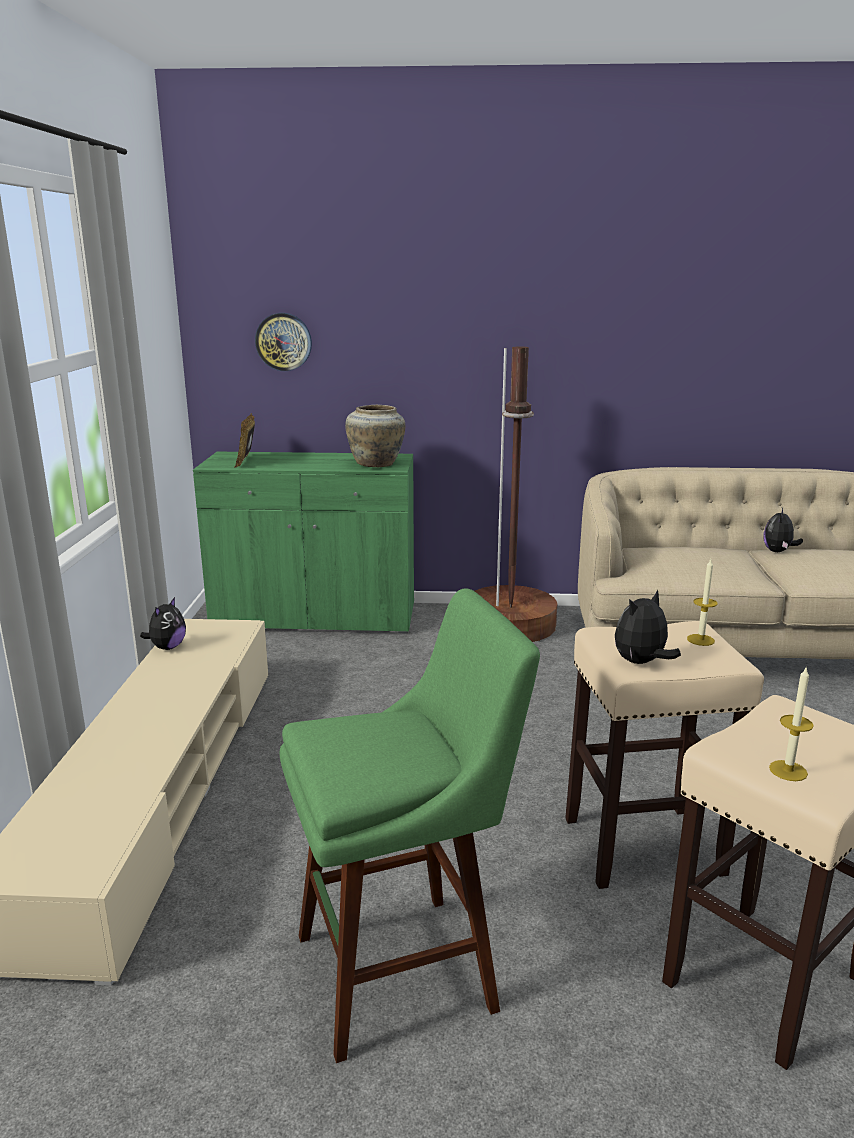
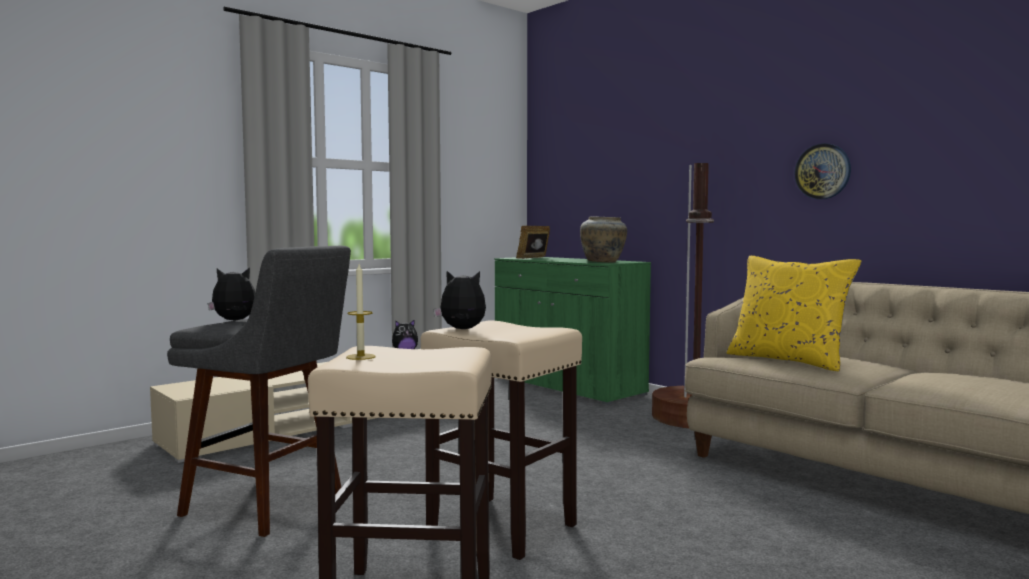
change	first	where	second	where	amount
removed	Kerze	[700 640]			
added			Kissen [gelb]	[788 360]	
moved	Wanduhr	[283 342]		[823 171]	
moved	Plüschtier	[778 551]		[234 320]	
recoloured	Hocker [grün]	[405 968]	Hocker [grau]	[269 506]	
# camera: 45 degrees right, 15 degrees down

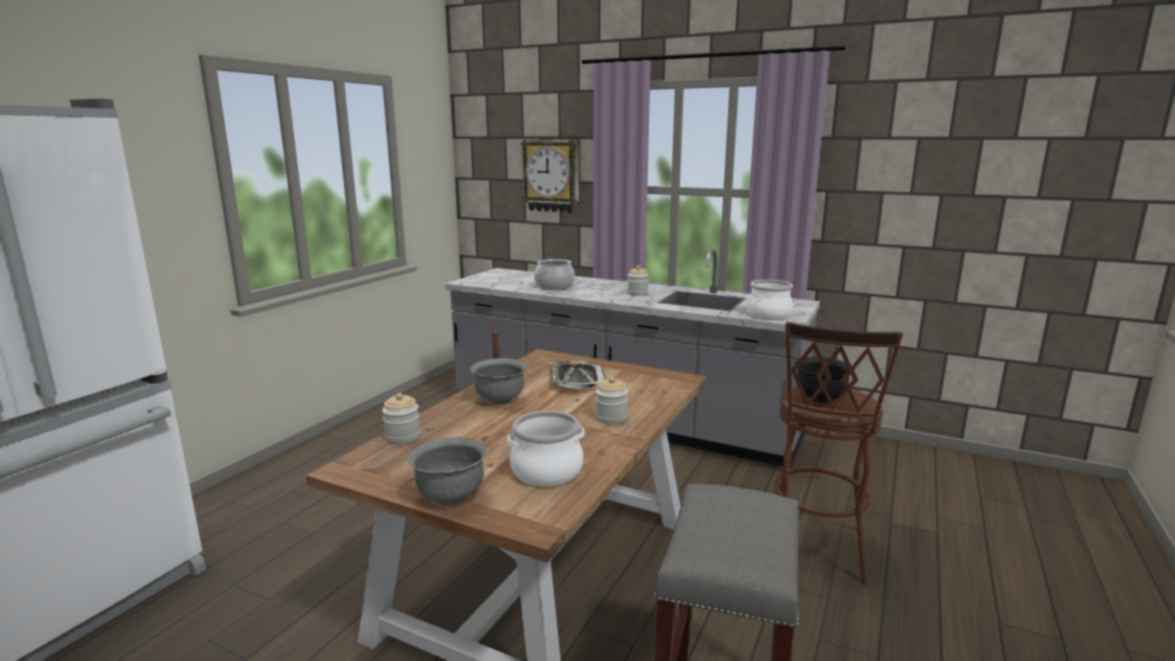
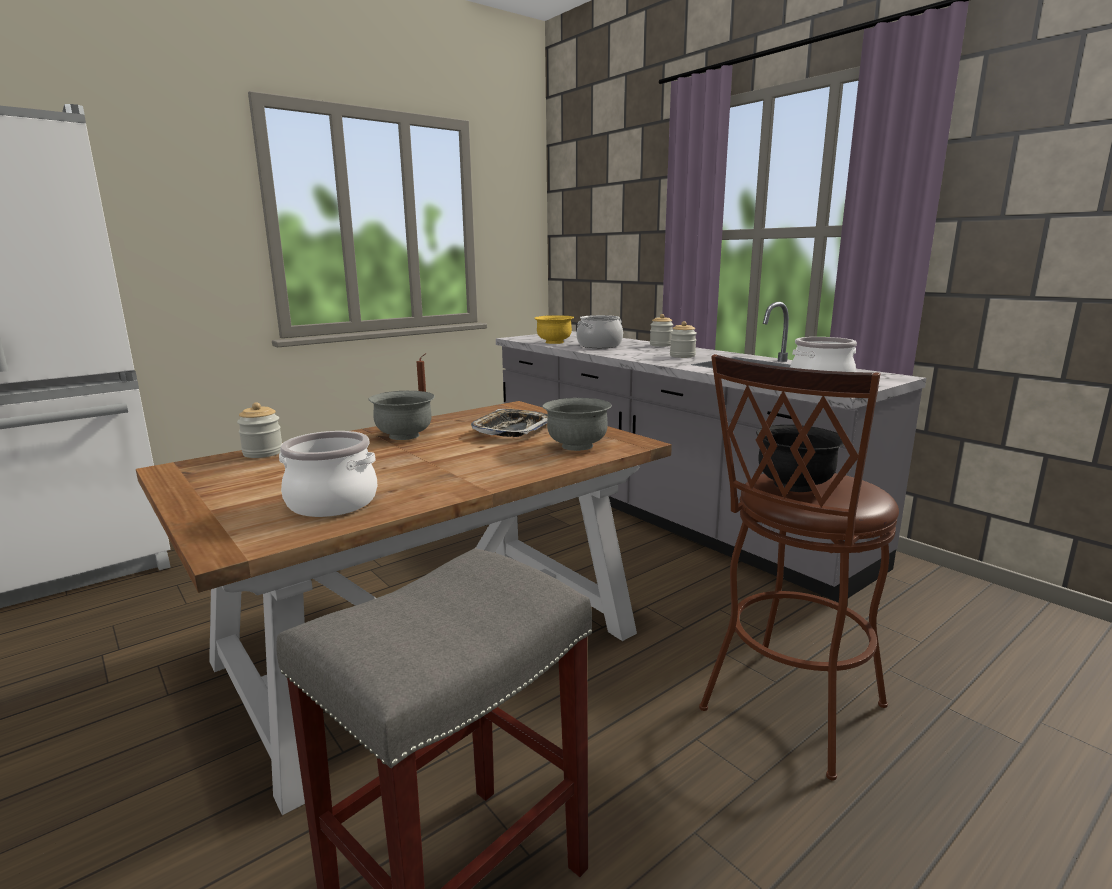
change	first	where	second	where	amount
removed	Wanduhr	[551 176]			
added			Schüssel [gelb]	[554 342]	
moved	Schüssel [grau]	[450 496]		[576 446]	
moved	Vorratsglas	[611 418]		[661 345]	
# camera: 25 degrees right, 0 degrees up

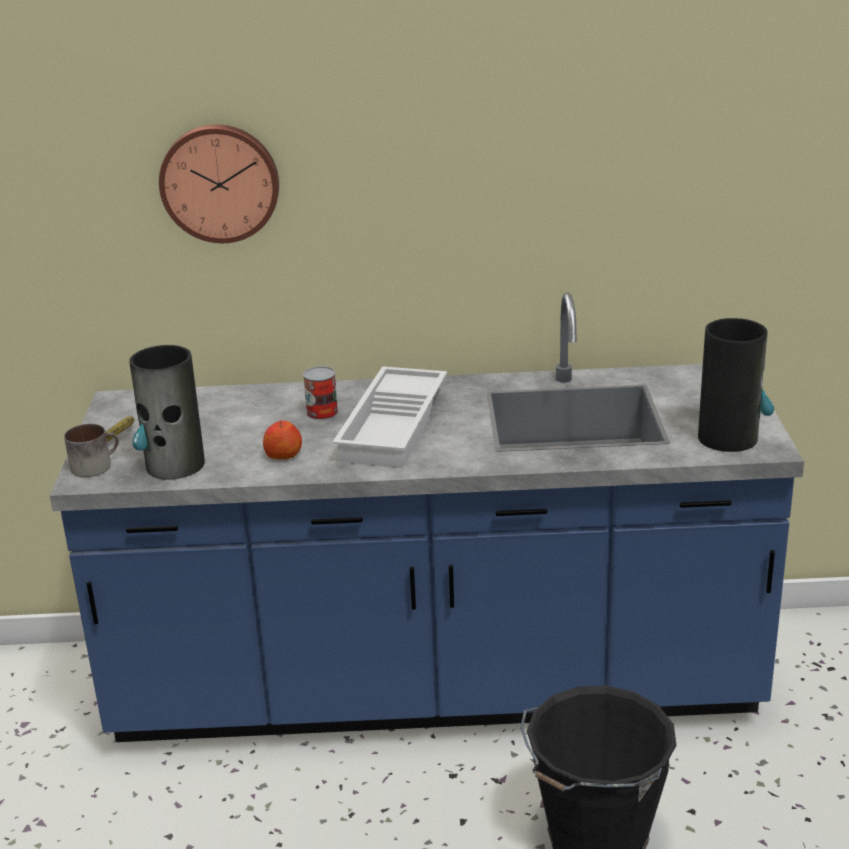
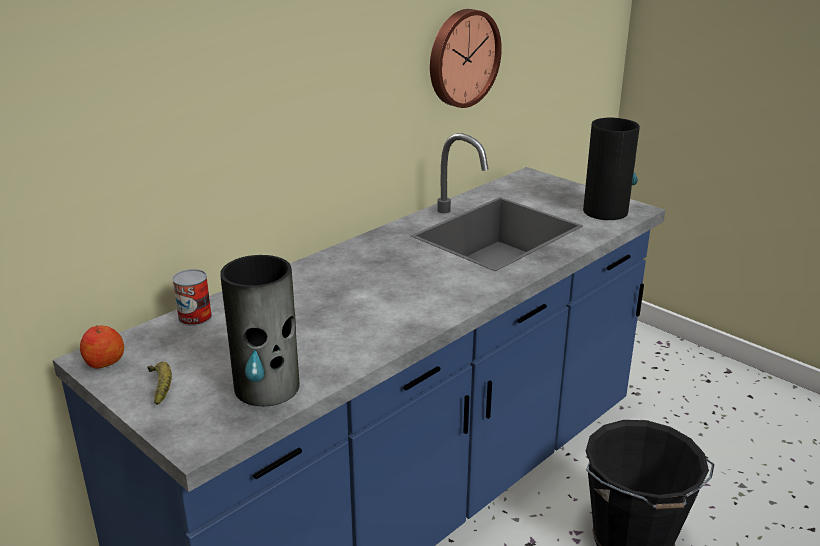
change	first	where	second	where	amount
removed	Henkelbecher	[95 465]			
removed	Tablett [weiß]	[395 426]			
moved	Wanduhr	[220 182]		[462 58]	
moved	Apfel	[283 455]		[104 361]	
moved	Dose	[322 413]		[195 317]	
# camera: 45 degrees left, 0 degrees up

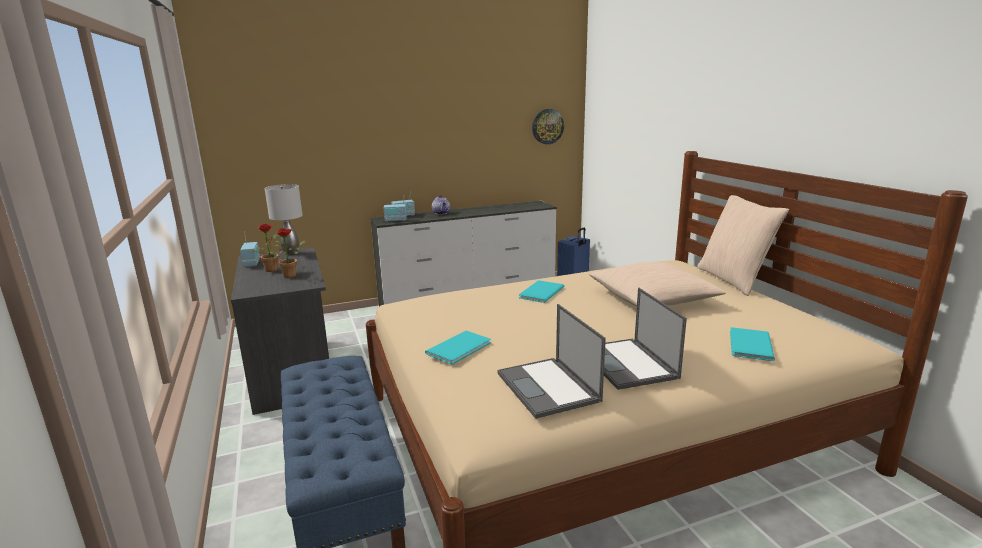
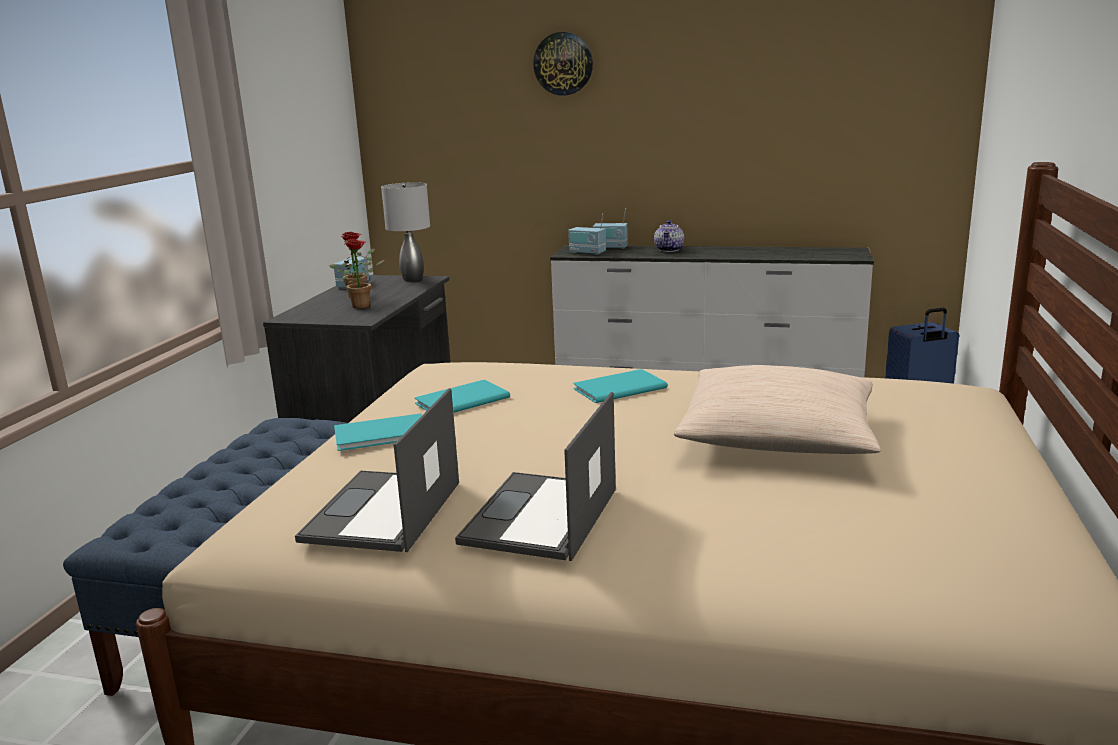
change	first	where	second	where	amount
removed	Kissen [beige]	[733 280]			
moved	Wanduhr	[547 126]		[563 64]	
moved	Buch [türkis]	[749 345]		[459 400]	
# camera: 35 degrees right, 0 degrees up

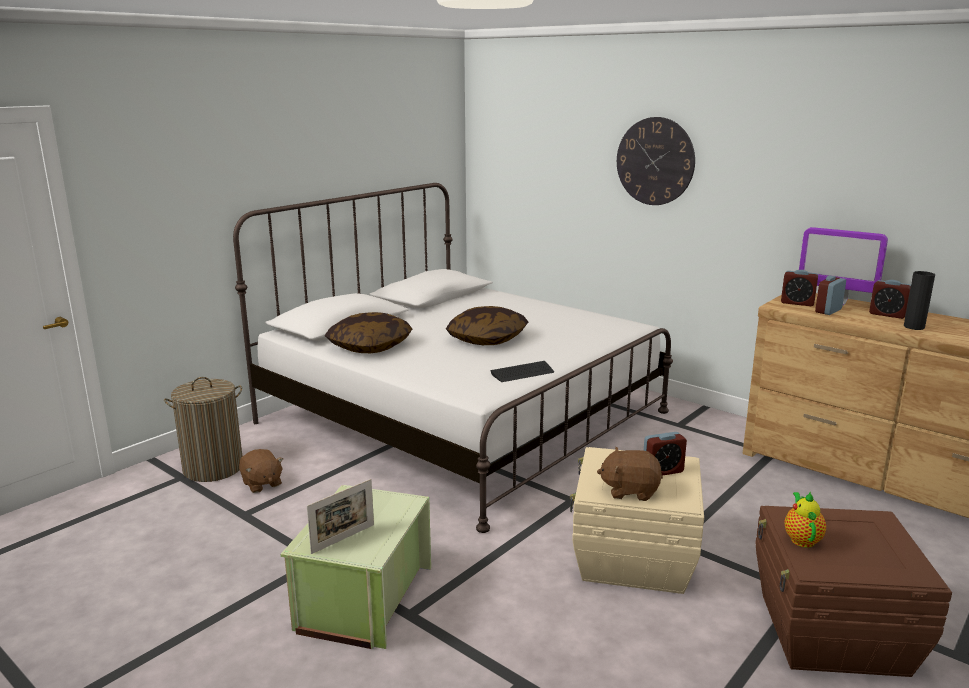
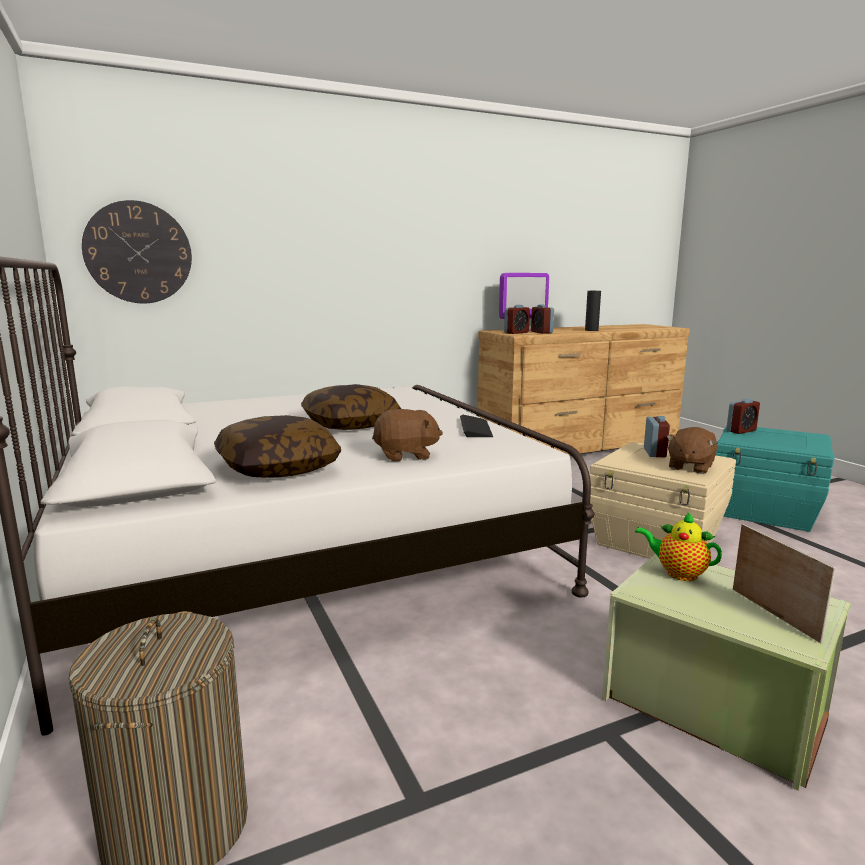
change	first	where	second	where	amount
moved	Plüschtier [braun]	[261 484]		[406 455]	
moved	Wanduhr	[655 161]		[138 252]	
moved	Teekanne	[801 539]		[678 573]	
moved	Wecker	[887 314]		[741 431]	
recoloured	Aufbewahrungsbox [braun]	[831 634]	Aufbewahrungsbox [türkis]	[765 510]	
# camera: 65 degrees left, 5 degrees down

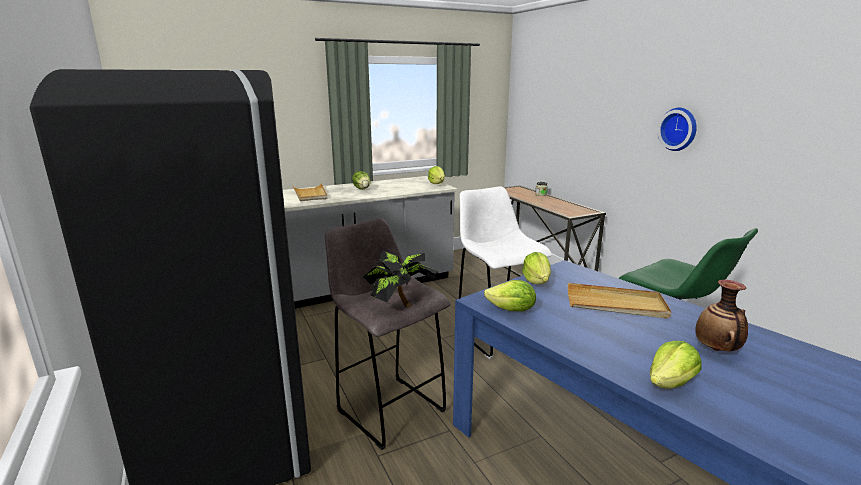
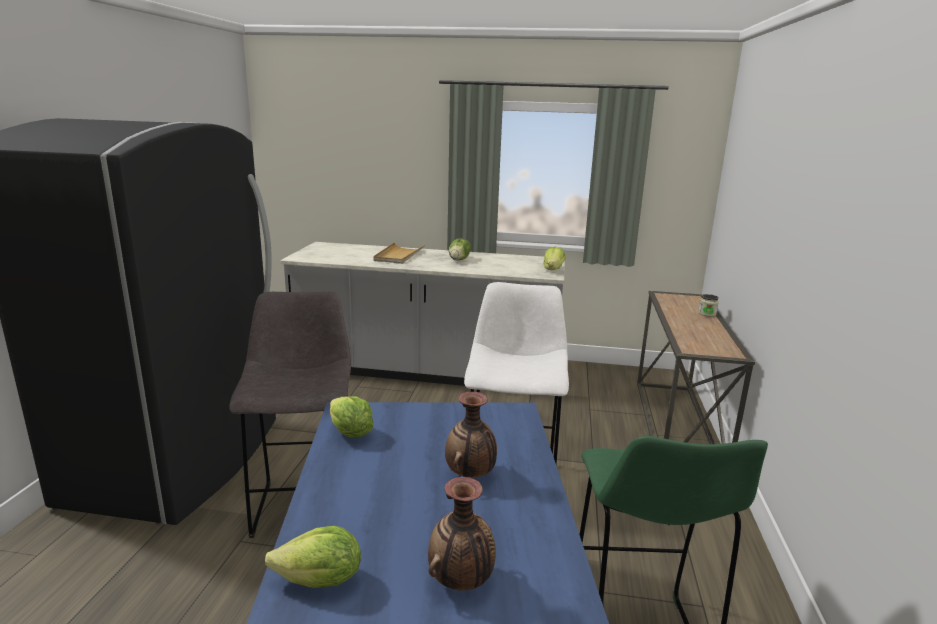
change	first	where	second	where	amount
removed	Topfpflanze	[399 306]			
removed	Salatkopf	[536 281]			
removed	Wanduhr	[679 129]			
replaced	Tablett [beige]	[616 304]	Vase	[471 474]	
# camera: 35 degrees right, 0 degrees up

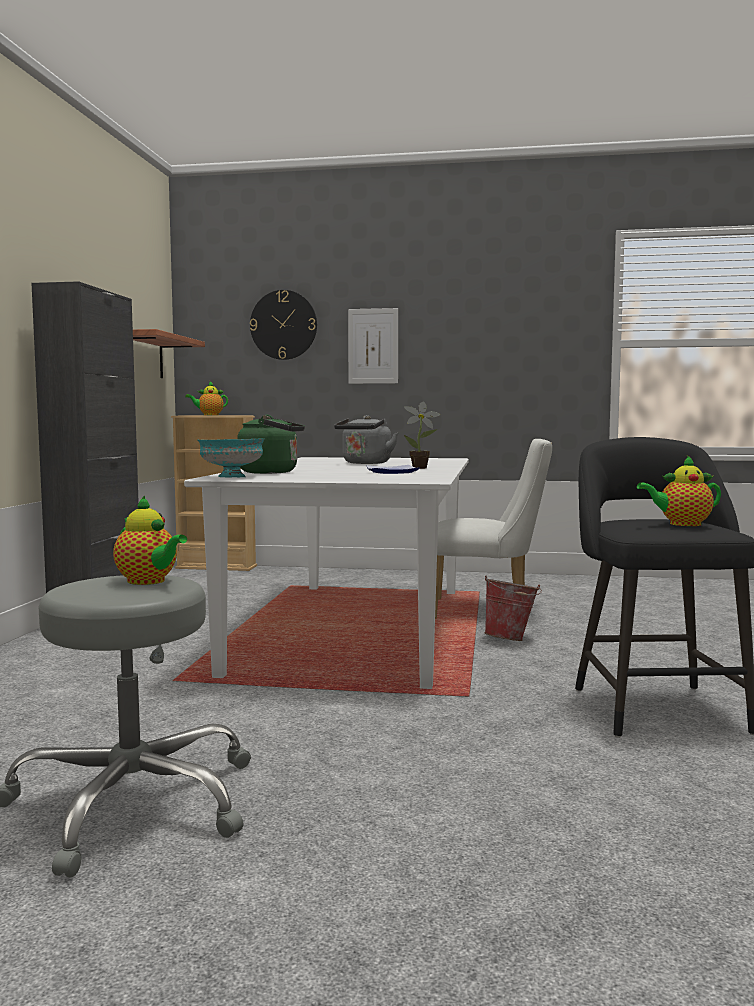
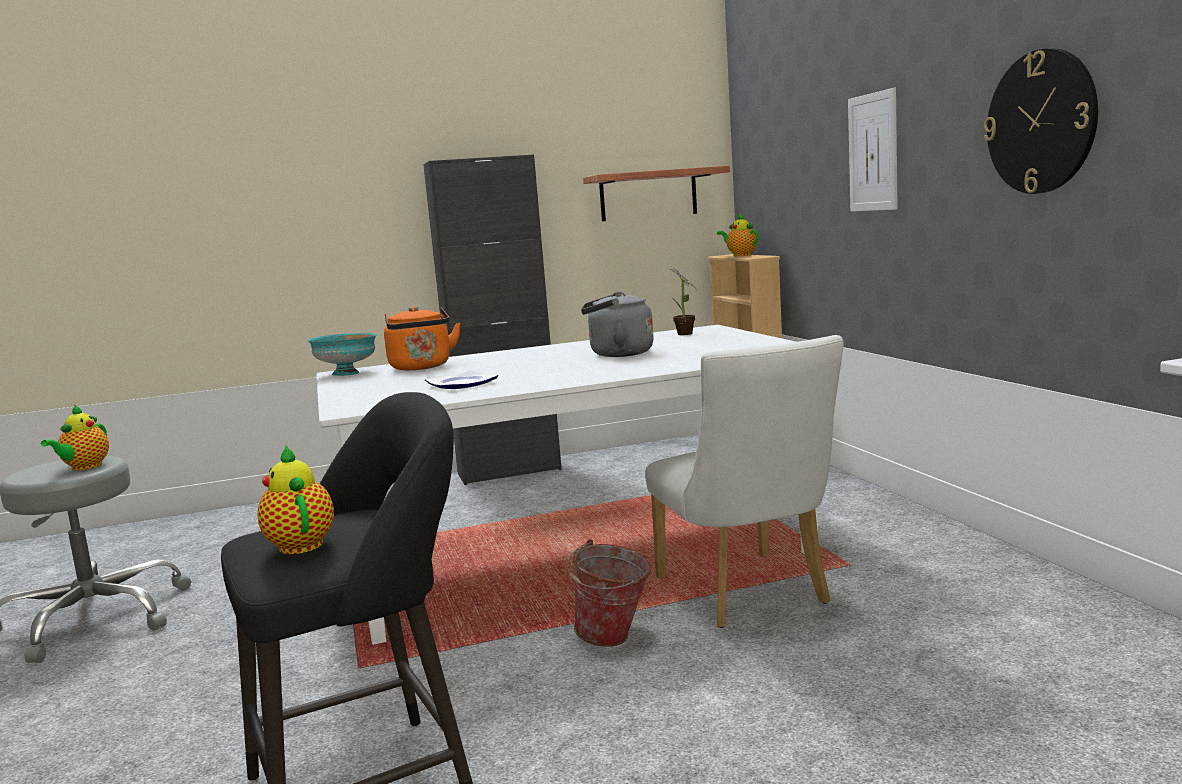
change	first	where	second	where	amount
moved	Wanduhr	[283 325]		[1041 122]	
moved	Topfpflanze	[422 468]		[685 334]	
recoloured	Wasserkessel [grün]	[272 472]	Wasserkessel [orange]	[421 367]	
# camera: 65 degrees right, 5 degrees up

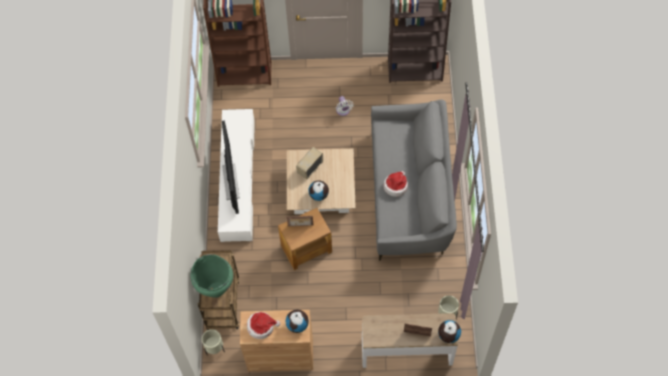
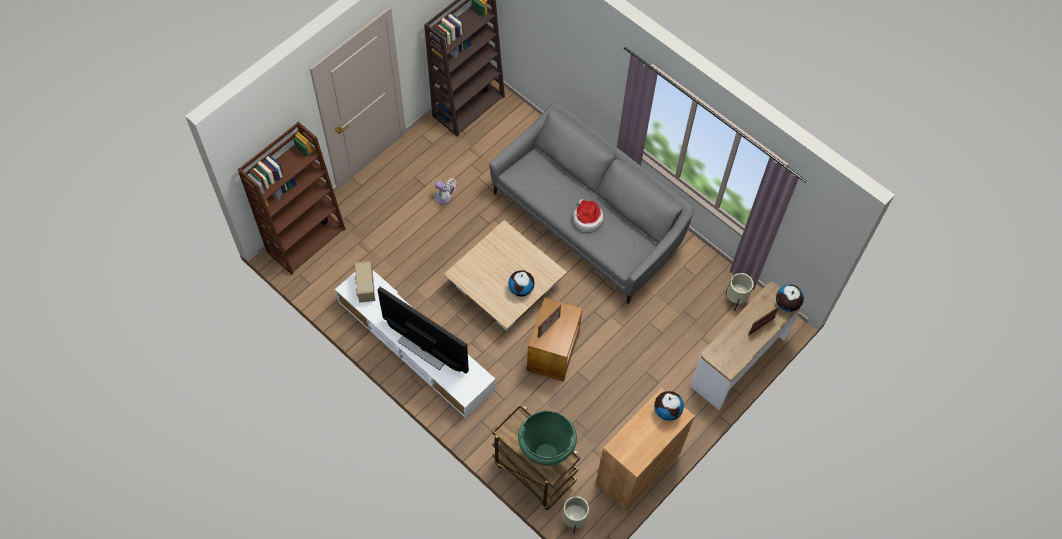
change	first	where	second	where	amount
removed	Hut	[261 326]			
moved	Radio	[310 168]		[365 287]	
# camera: 50 degrees left, 0 degrees up

